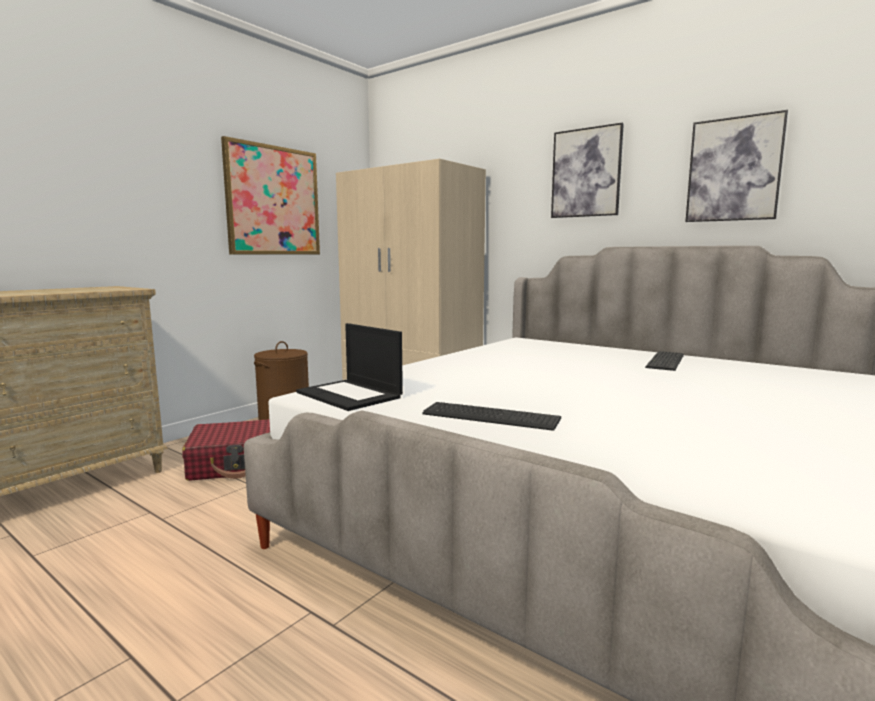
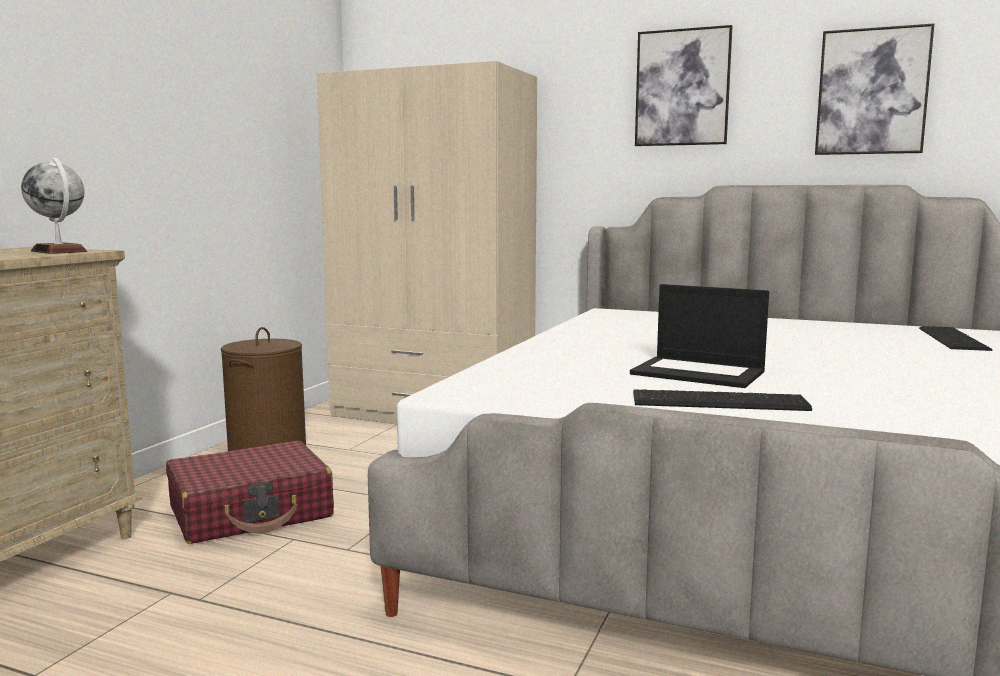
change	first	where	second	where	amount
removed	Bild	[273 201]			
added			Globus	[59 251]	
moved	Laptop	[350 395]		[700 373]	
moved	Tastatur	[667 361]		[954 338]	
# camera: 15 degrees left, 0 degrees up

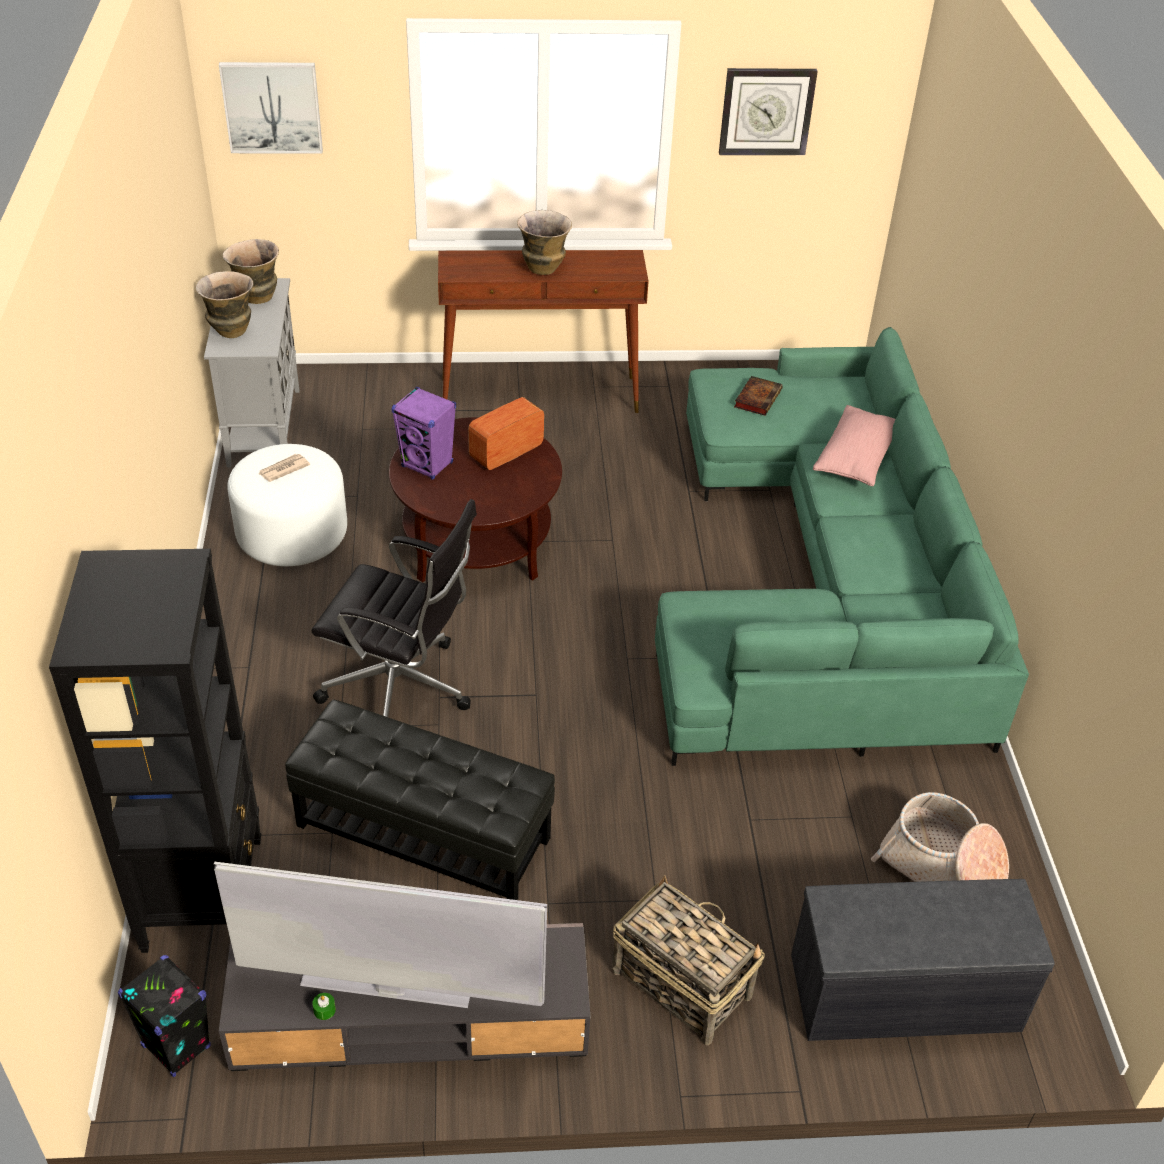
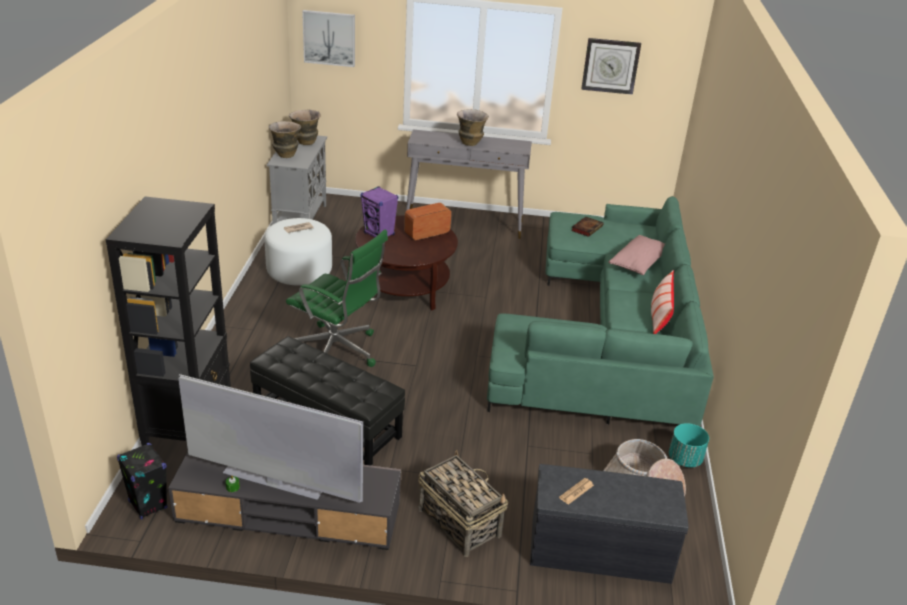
change	first	where	second	where	amount
added			Zeitung	[576 491]	
added			Kissen	[659 316]	
added			Pflanzkübel [türkis]	[685 459]	
recoloured	Bürostuhl [schwarz]	[401 689]	Bürostuhl [grün]	[337 352]	
recoloured	Konsolentisch [braun]	[540 395]	Konsolentisch [grau]	[464 224]	
# camera: 10 degrees right, 10 degrees down

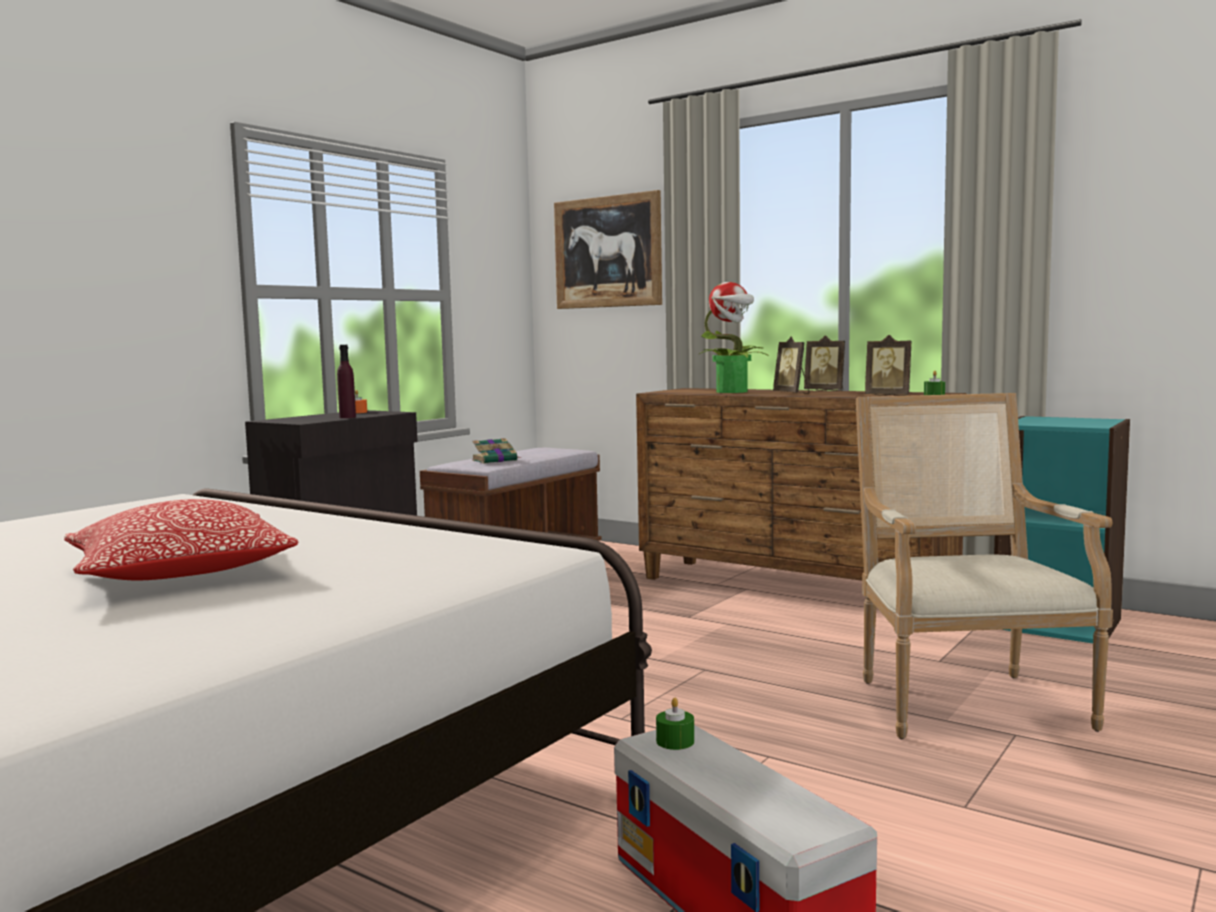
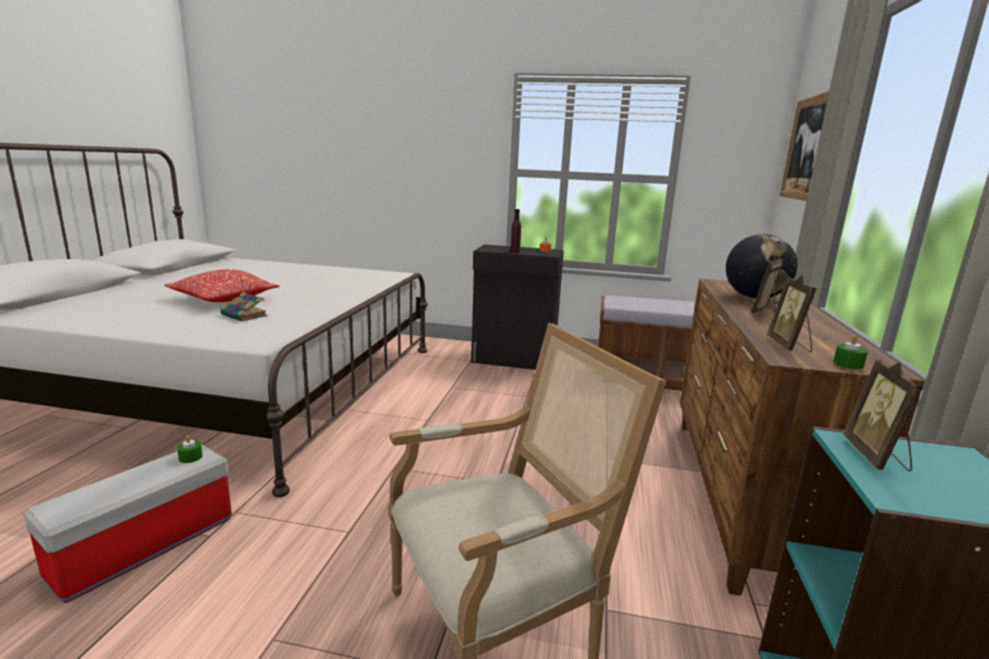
change	first	where	second	where	amount
moved	Buch	[495 460]		[245 316]	
moved	Bilderrahmen	[825 391]		[876 456]	
replaced	Topfpflanze	[733 392]	Globus	[754 298]	
# camera: 65 degrees right, 10 degrees up

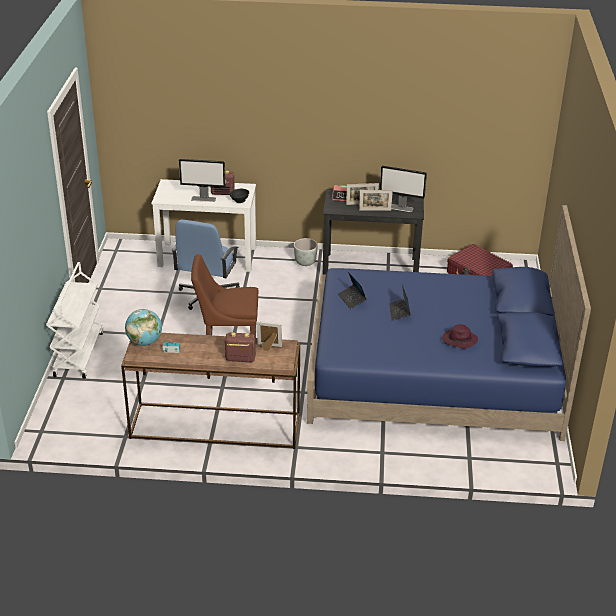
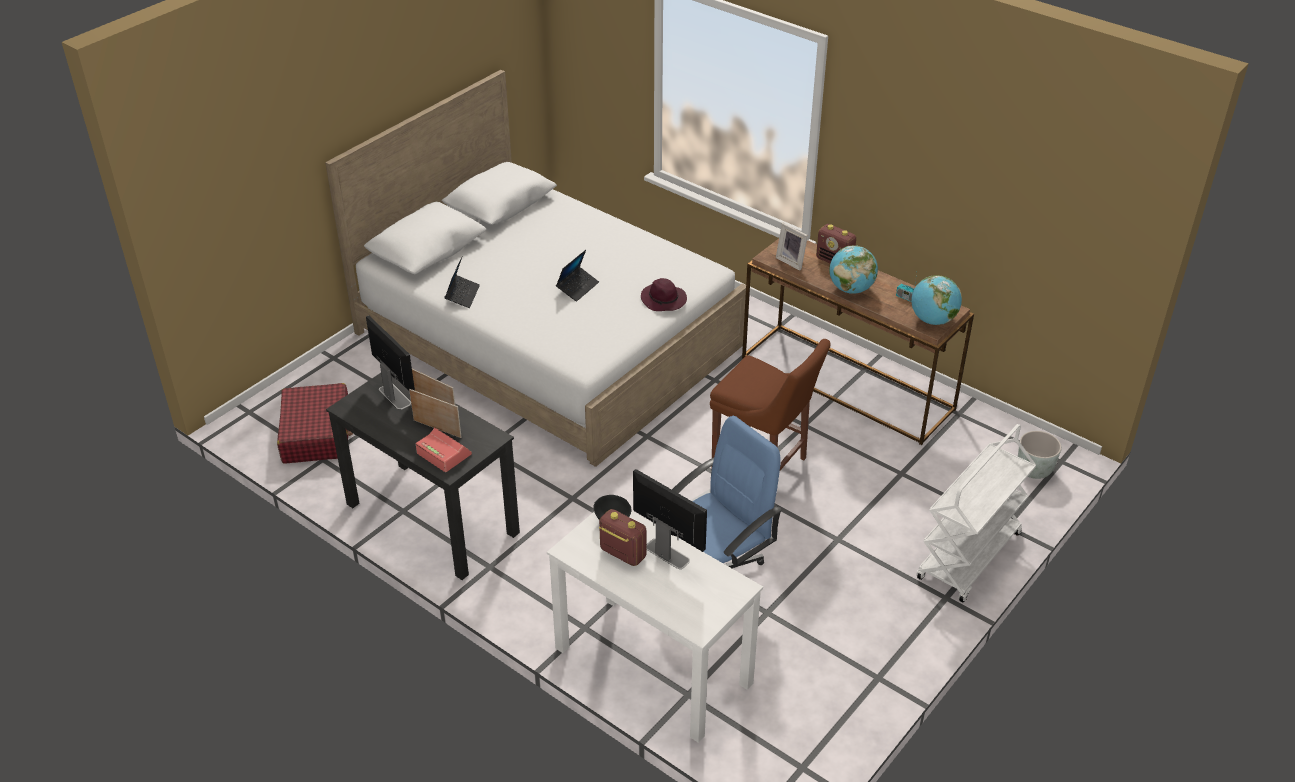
change	first	where	second	where	amount
added			Globus	[851 289]	
moved	Pflanzkübel [grau]	[305 262]		[1033 470]	
moved	Laptop	[352 299]		[462 295]	
moved	Hut [lila]	[459 341]		[664 300]	
recoloured	Bett [blau]	[433 374]	Bett [weiß]	[549 338]	
# camera: 145 degrees left, 5 degrees up

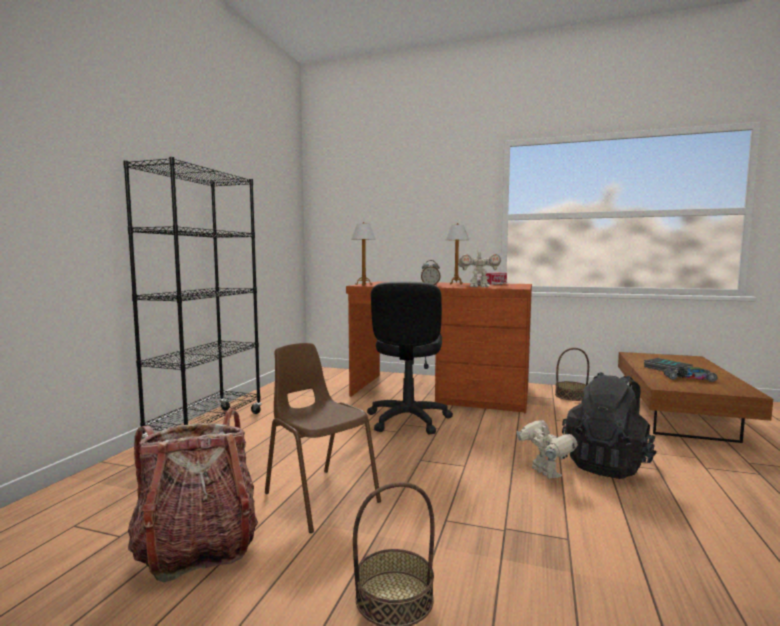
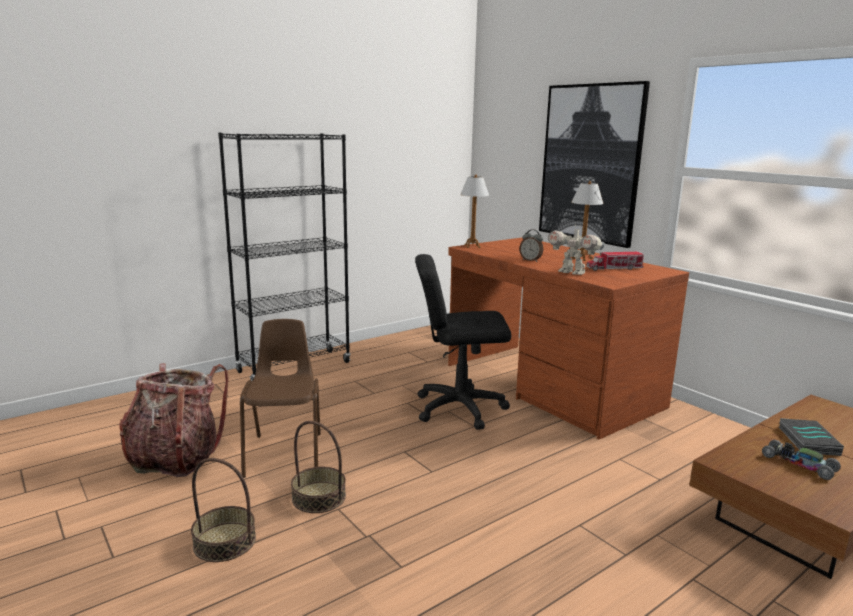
change	first	where	second	where	amount
removed	Spielzeugroboter	[544 473]			
removed	Rucksack [schwarz]	[607 465]			
added			Bild	[590 163]	
moved	Korb	[571 396]		[319 497]	
turned	Bürostuhl [schwarz]	[407 420]		[459 408]	45 degrees clockwise
# camera: 35 degrees right, 10 degrees up

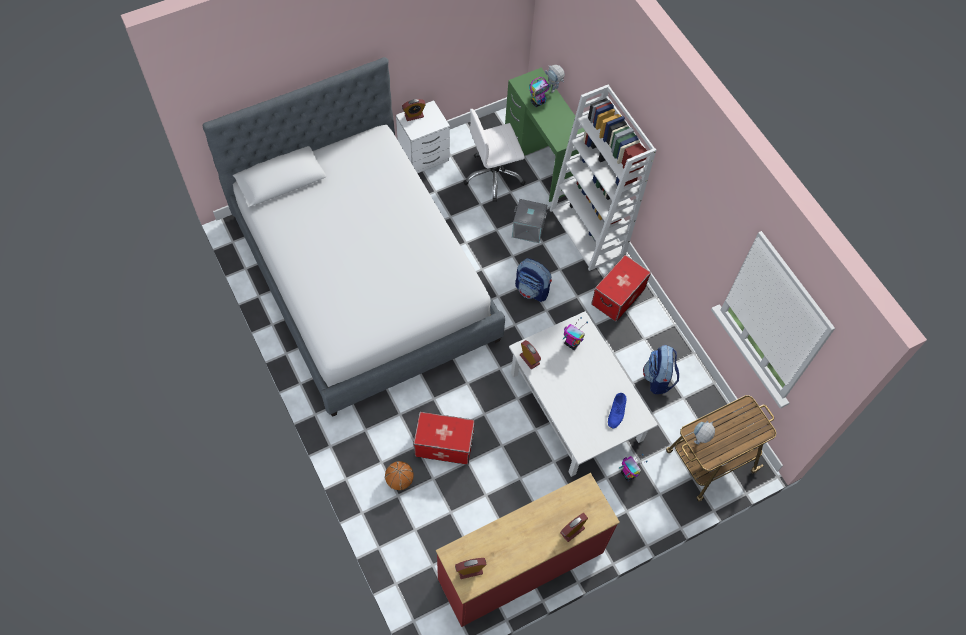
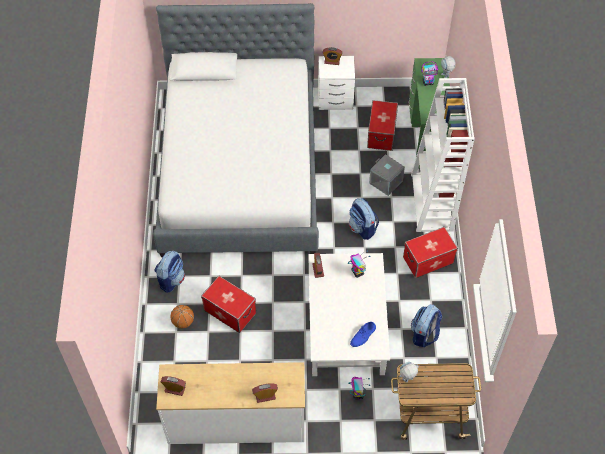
change	first	where	second	where	amount
added			Rucksack	[171 279]	
replaced	Bürostuhl [weiß]	[494 176]	Aufbewahrungsbox	[381 133]	
recoloured	Kommode [rot]	[521 566]	Kommode [weiß]	[236 423]	
# camera: 30 degrees right, 5 degrees down

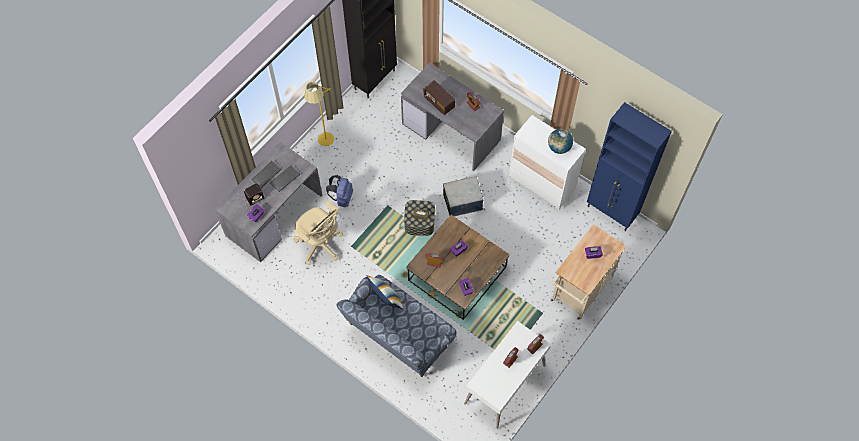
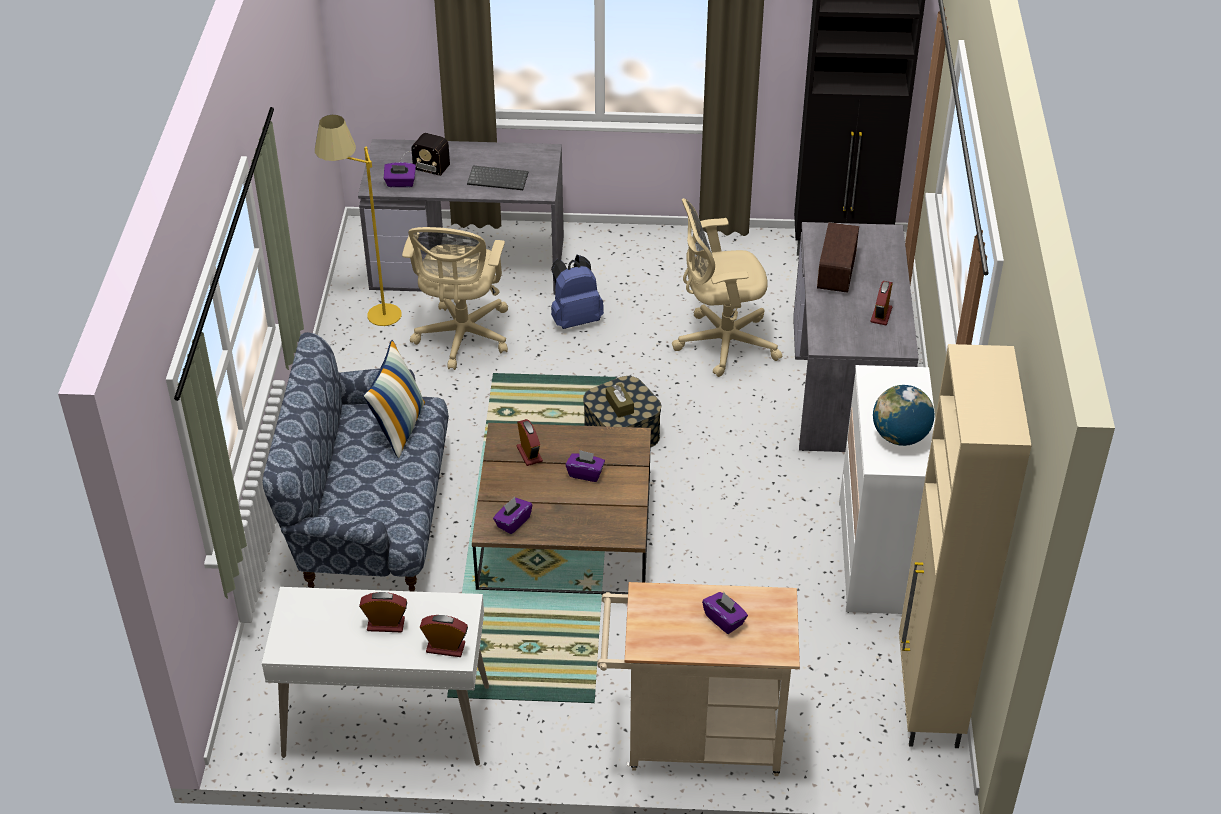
change	first	where	second	where	amount
removed	Tastatur	[266 174]			
removed	Aufbewahrungsbox	[462 202]			
added			Bürostuhl [beige]	[721 343]	
moved	Stehlampe [gelb]	[325 145]		[370 320]	
recoloured	Schrank [blau]	[611 212]	Schrank [beige]	[928 701]	
# camera: 55 degrees right, 20 degrees down

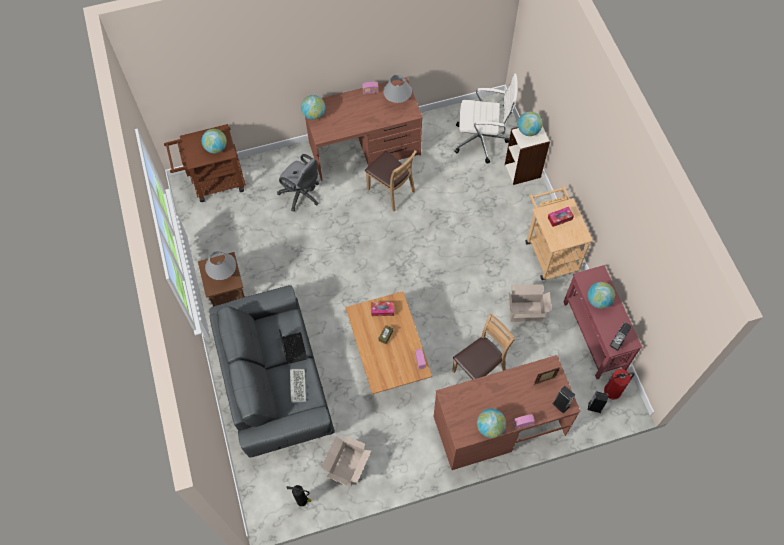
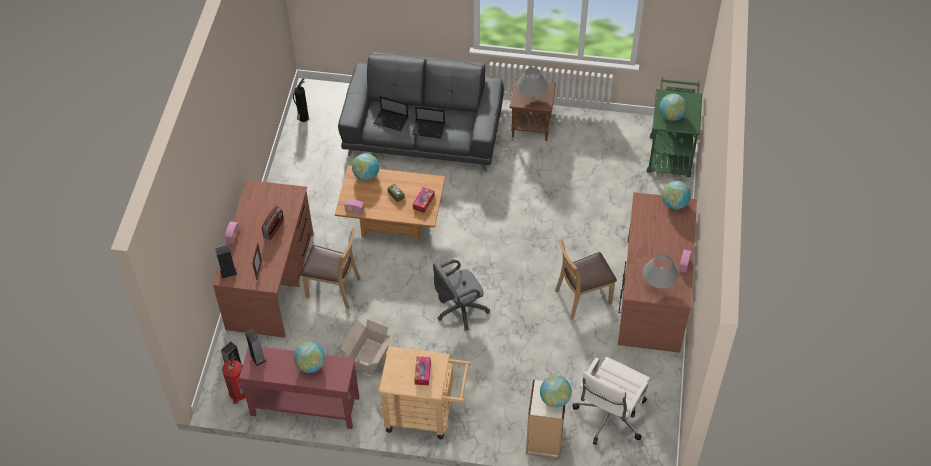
change	first	where	second	where	amount
removed	Karton	[347 467]			
added			Radio	[274 229]	
moved	Bürostuhl [grau]	[302 195]		[459 310]	
moved	Globus	[490 427]		[366 175]	
replaced	Tastatur	[297 385]	Laptop	[391 121]	
recoloured	Rollwagen [braun]	[213 183]	Rollwagen [grün]	[670 152]	
turned	Stuhl [braun]	[479 370]		[334 289]	60 degrees counterclockwise
# camera: 115 degrees right, 10 degrees down

